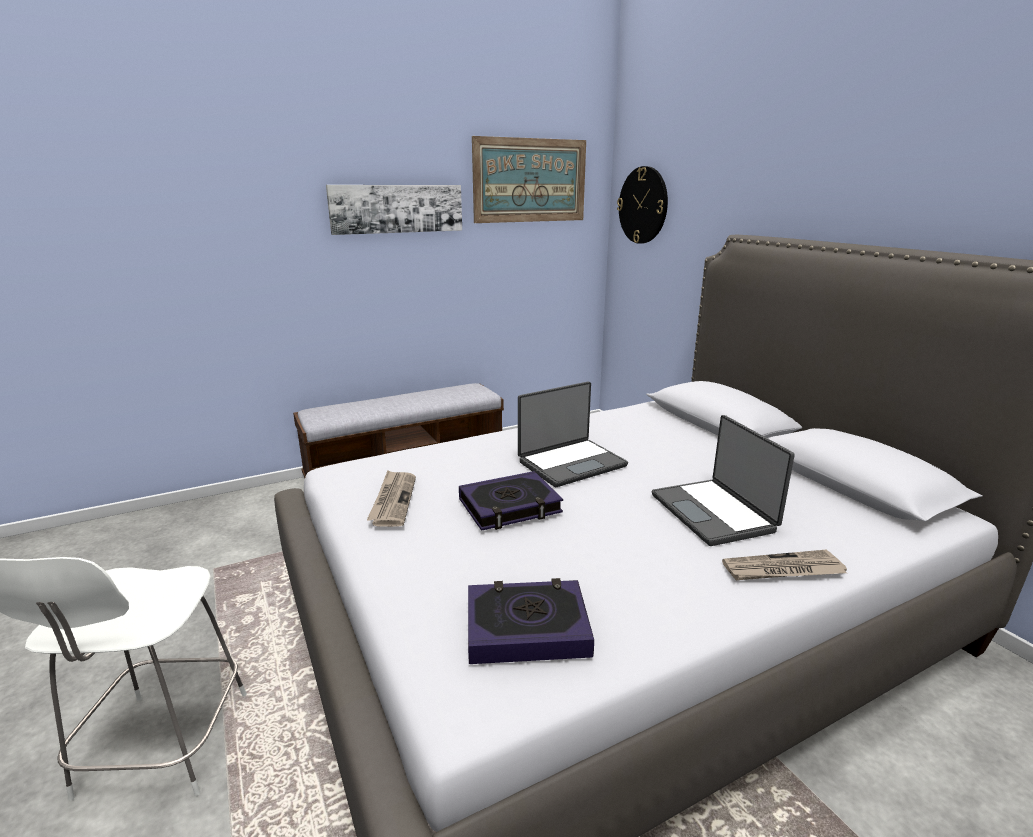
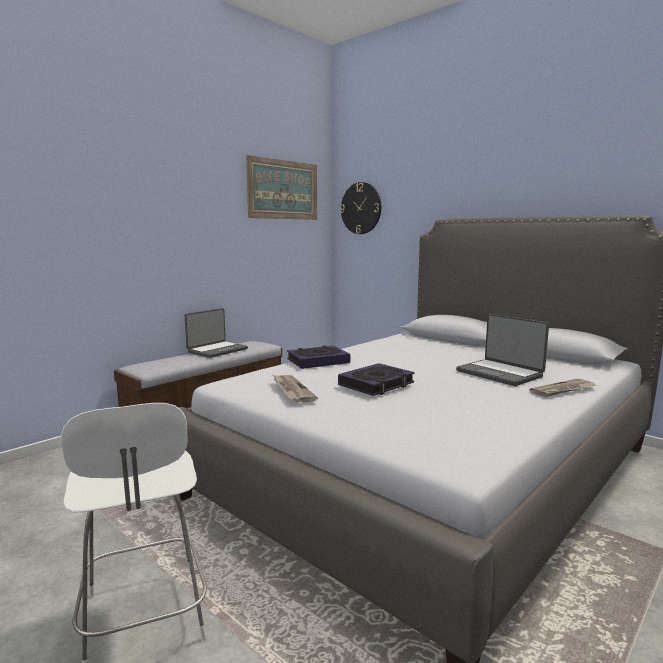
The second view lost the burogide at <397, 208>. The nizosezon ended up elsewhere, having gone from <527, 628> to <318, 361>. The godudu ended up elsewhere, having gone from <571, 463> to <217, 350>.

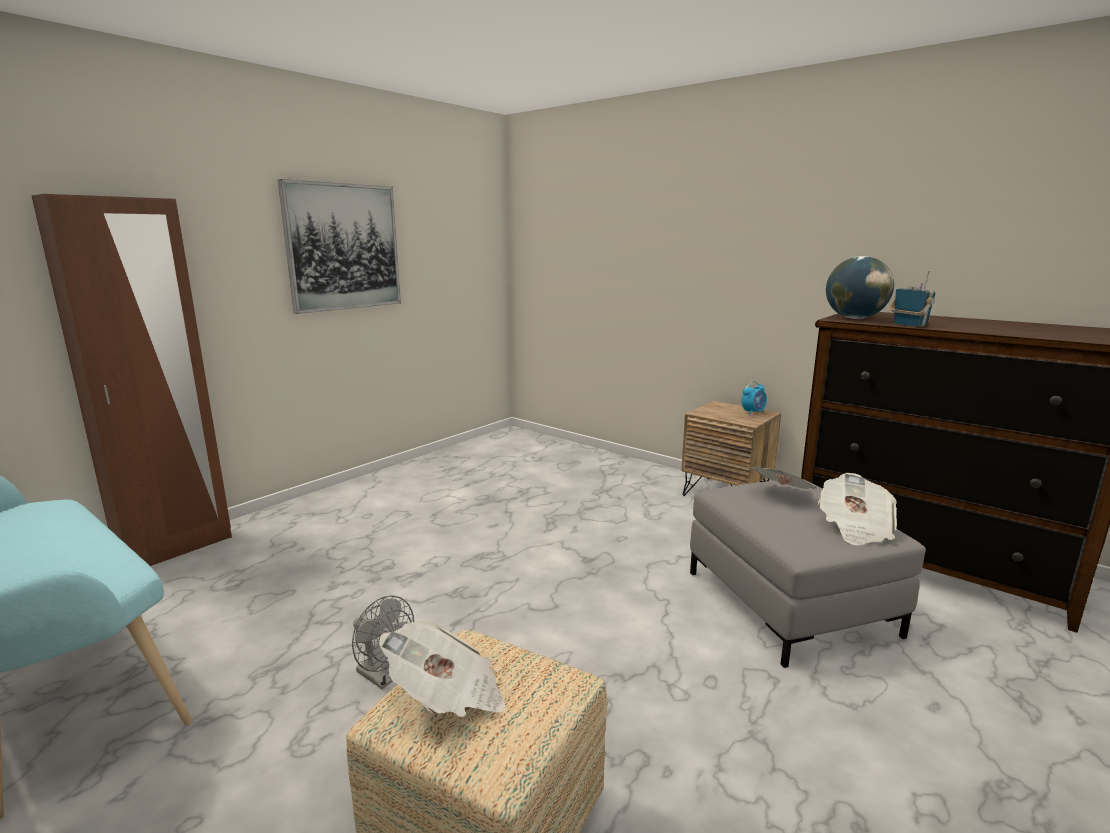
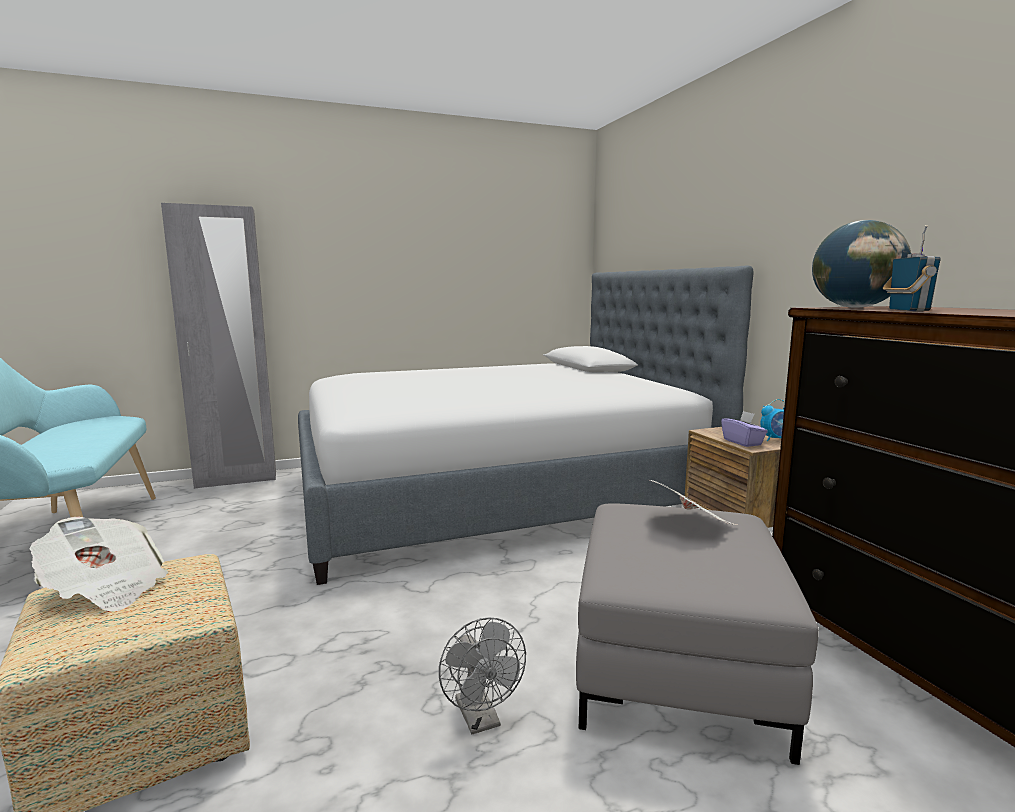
What was the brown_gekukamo at <176, 549> turned into the grey_gekukamo at <236, 480>. The second view lost the burogide at <343, 247>. The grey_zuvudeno ended up elsewhere, having gone from <384, 677> to <481, 719>. The second view lost the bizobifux at <854, 528>. The second view gained the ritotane at <498, 493>. The second view gained the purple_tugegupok at <742, 442>.

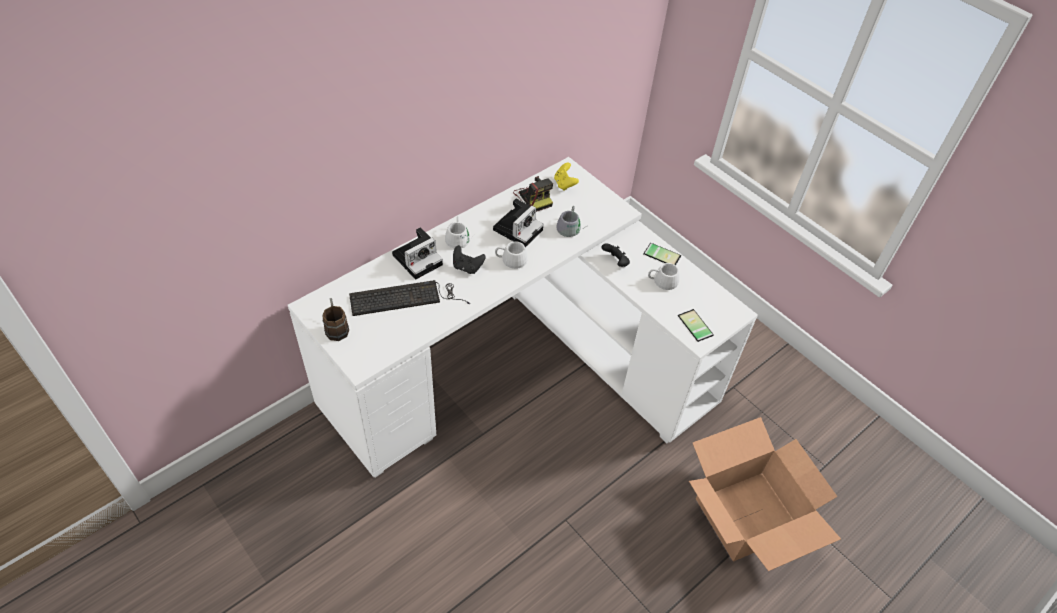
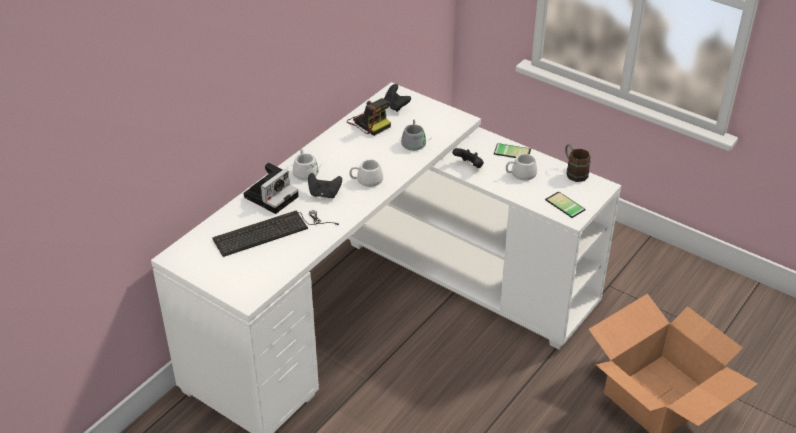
The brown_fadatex ended up elsewhere, having gone from <336, 327> to <574, 172>. The second view lost the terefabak at <518, 228>. What was the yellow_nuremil at <564, 184> turned into the black_nuremil at <396, 106>.

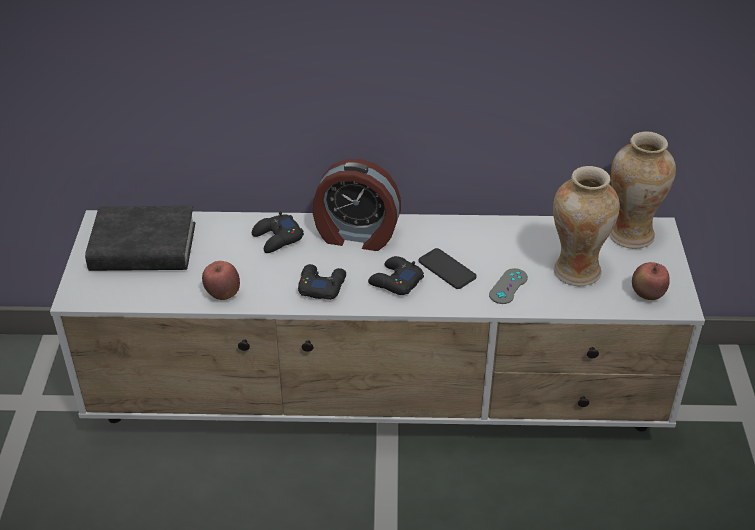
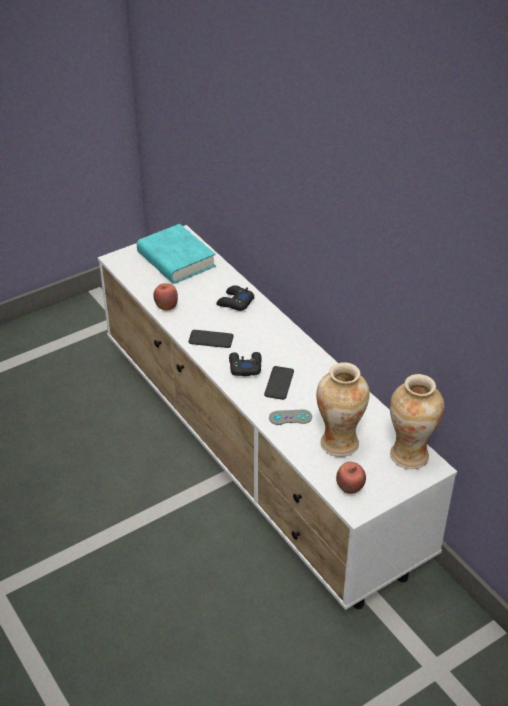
What was the black_nizosezon at <143, 247> turned into the turquoise_nizosezon at <176, 260>. Where the black_nuremil stood at <321, 286>, the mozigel came to stand at <211, 339>. The second view lost the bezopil at <356, 235>.

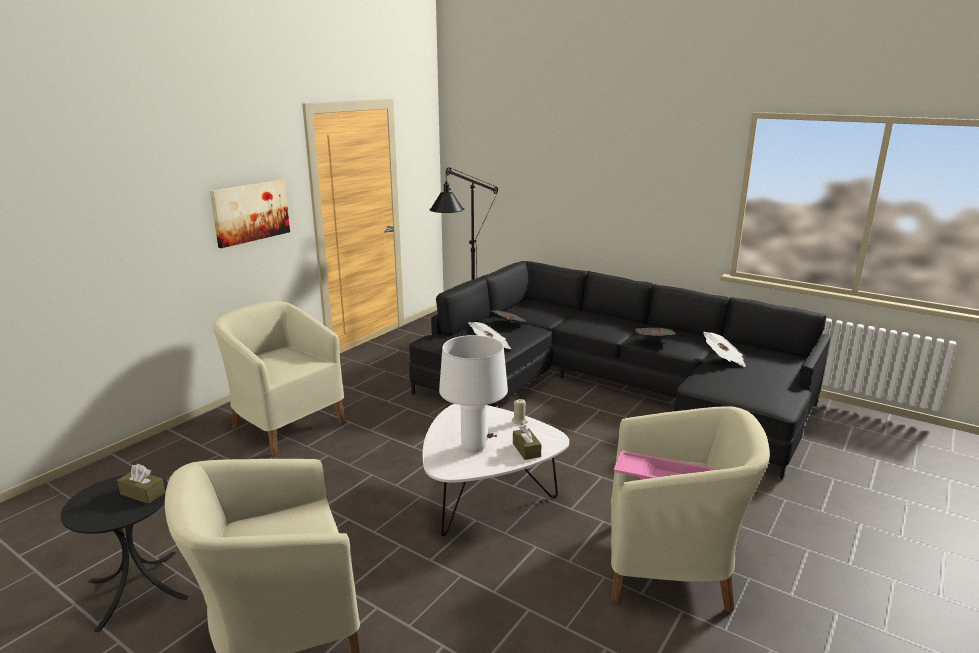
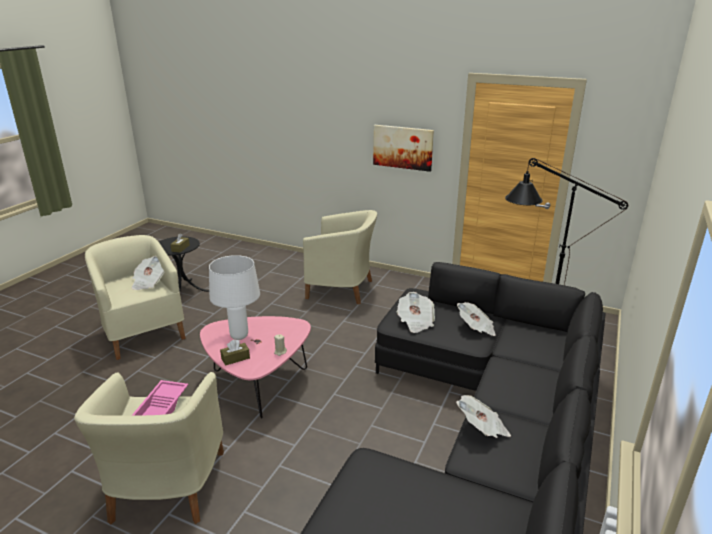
The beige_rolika at <285, 424> ended up facing another way, 75 degrees clockwise from before. What was the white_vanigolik at <486, 498> turned into the pink_vanigolik at <258, 384>. The bizobifux ended up elsewhere, having gone from <723, 360> to <149, 282>.

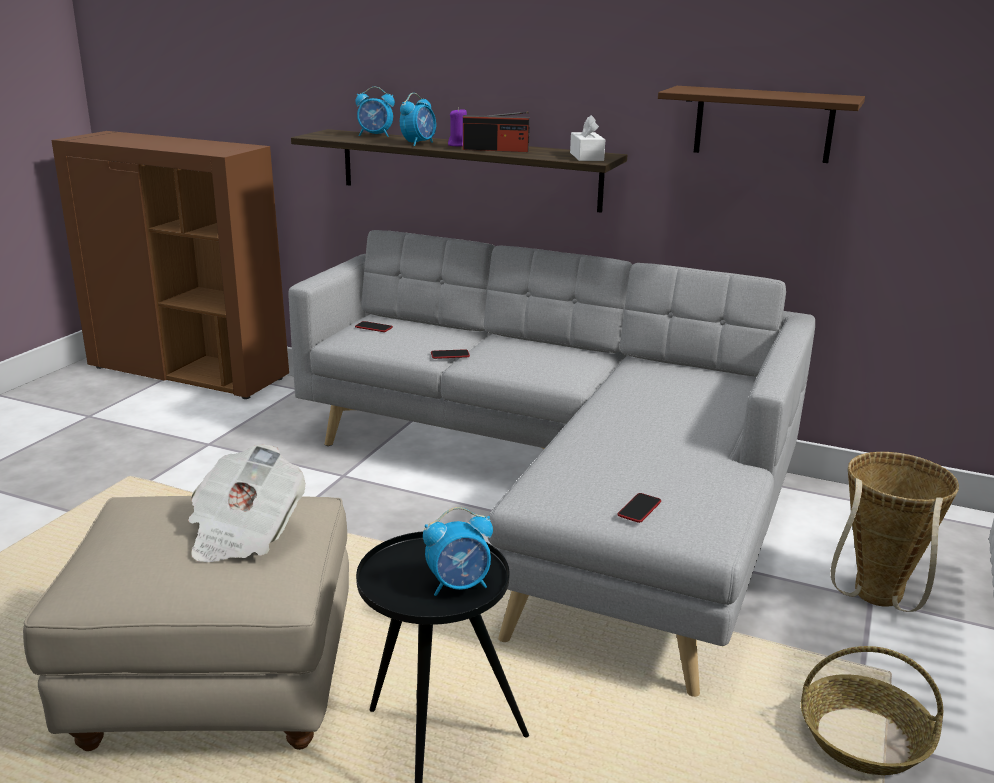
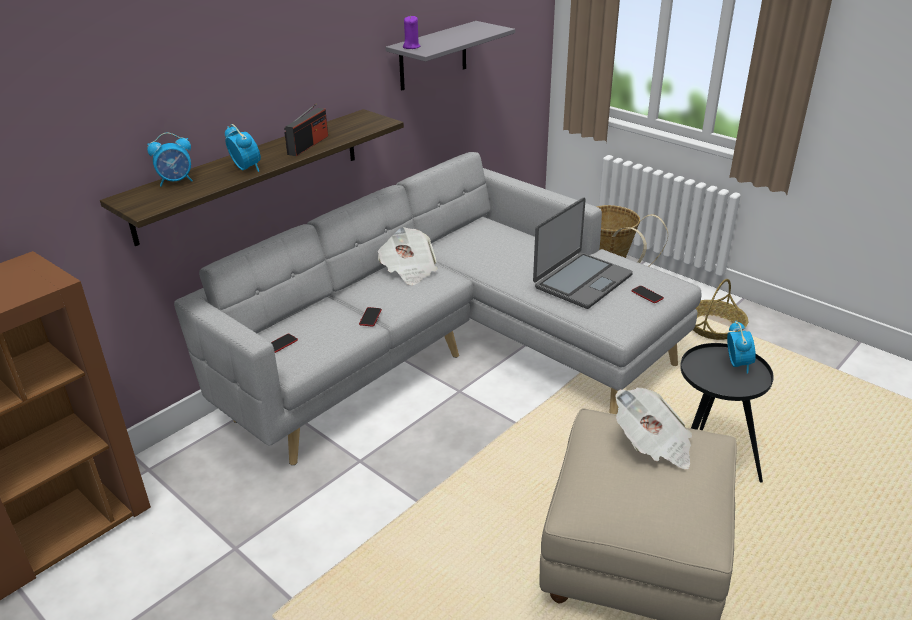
The bezopil at <375, 135> ended up facing another way, 45 degrees clockwise from before. The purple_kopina ended up elsewhere, having gone from <458, 145> to <411, 47>. The second view lost the white_tugegupok at <586, 157>. What was the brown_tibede at <763, 124> turned into the grey_tibede at <433, 56>. The second view gained the bizobifux at <407, 269>. The second view gained the godudu at <581, 281>.

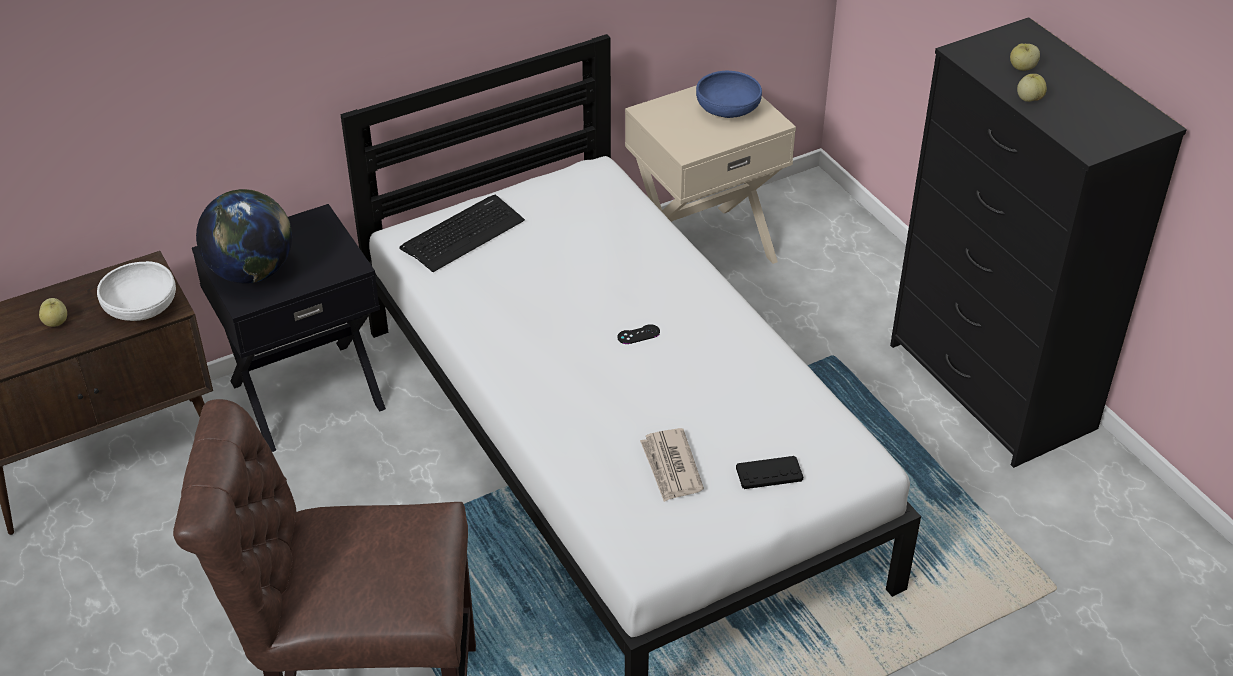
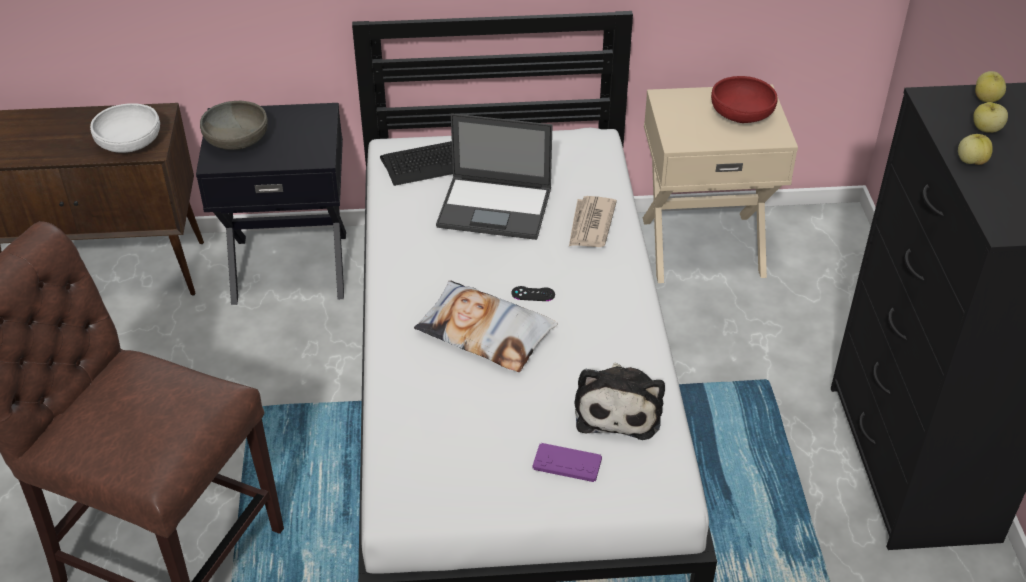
The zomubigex ended up elsewhere, having gone from <56, 322> to <987, 99>. Where the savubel stood at <252, 273>, the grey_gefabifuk came to stand at <237, 141>. The bizobifux ended up elsewhere, having gone from <671, 467> to <590, 225>. What was the blue_gefabifuk at <727, 110> turned into the red_gefabifuk at <741, 115>. What was the black_nuremil at <769, 473> turned into the purple_nuremil at <567, 463>. The second view gained the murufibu at <485, 333>. The second view gained the godudu at <496, 208>. The second view gained the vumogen at <618, 408>.

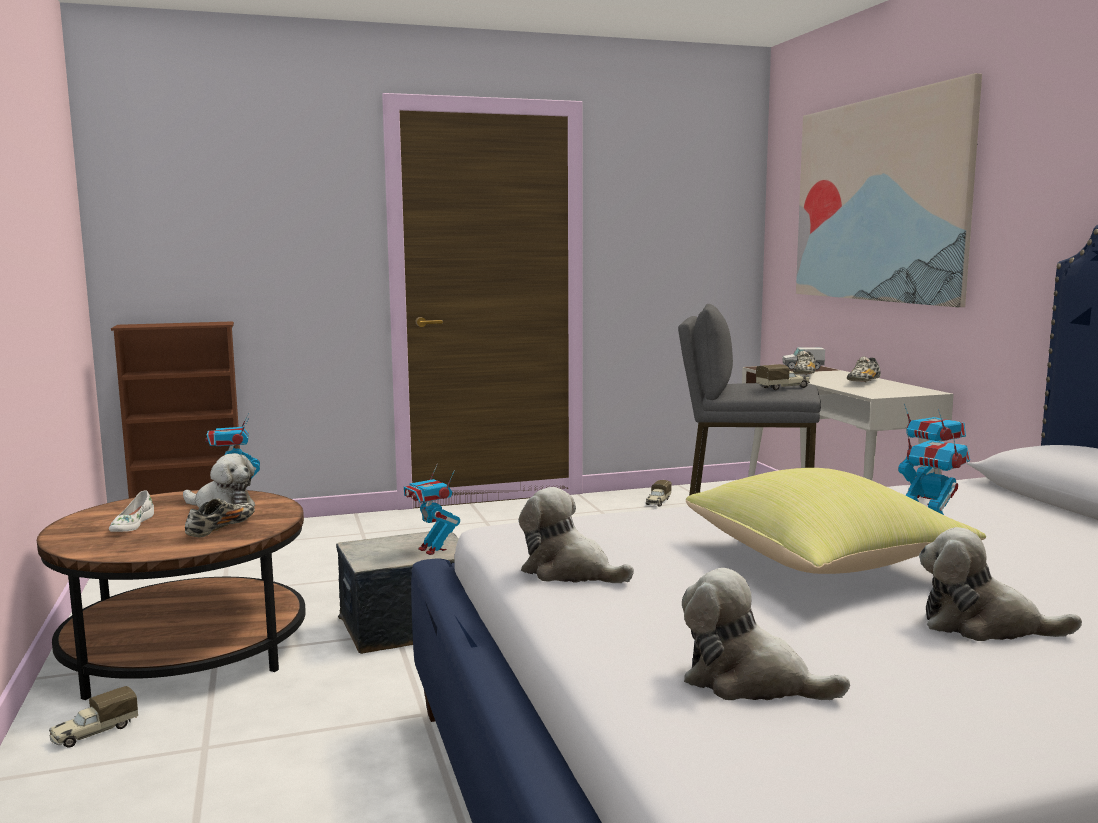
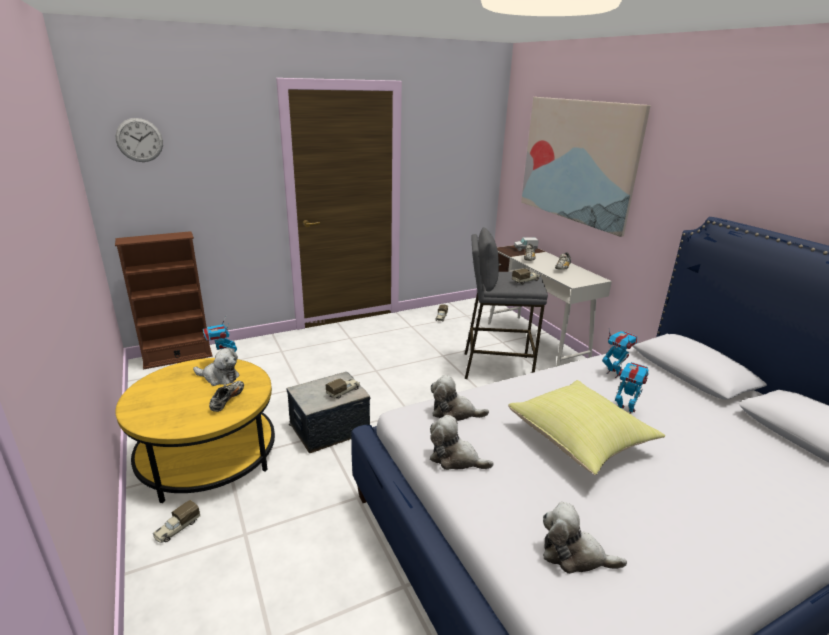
What was the brown_vanigolik at <186, 648> turned into the yellow_vanigolik at <208, 455>. The second view lost the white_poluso at <131, 525>. Where the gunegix stood at <432, 550>, the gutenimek came to stand at <343, 392>. The vumogen ended up elsewhere, having gone from <983, 626> to <454, 412>. The second view gained the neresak at <139, 140>.

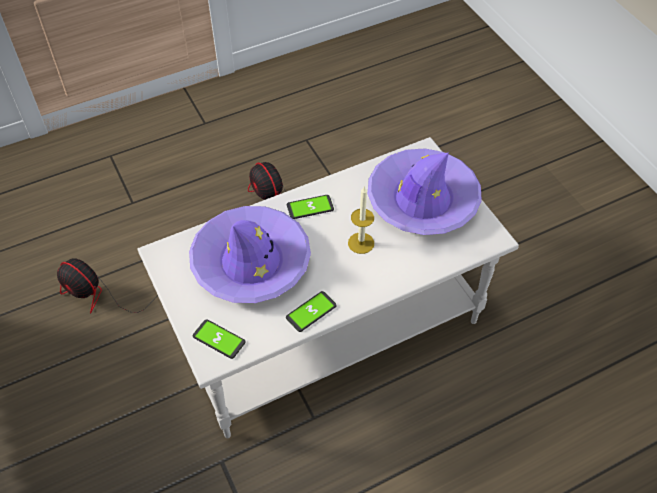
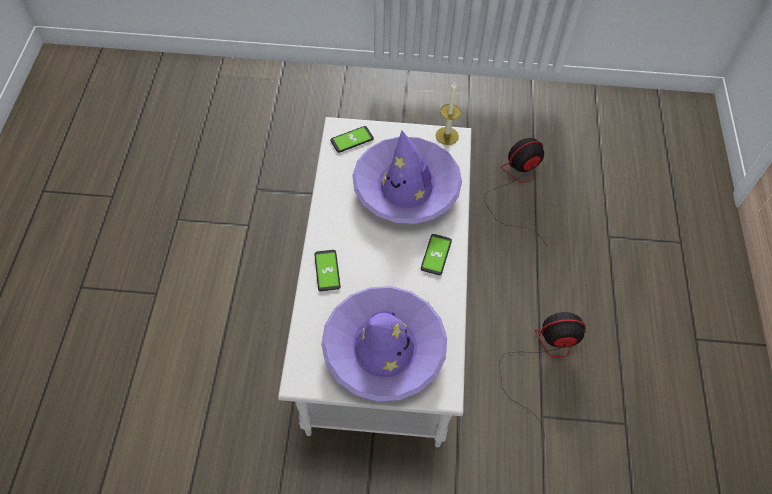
The mozigel ended up elsewhere, having gone from <311, 312> to <327, 270>. The kopina ended up elsewhere, having gone from <361, 243> to <447, 136>.

